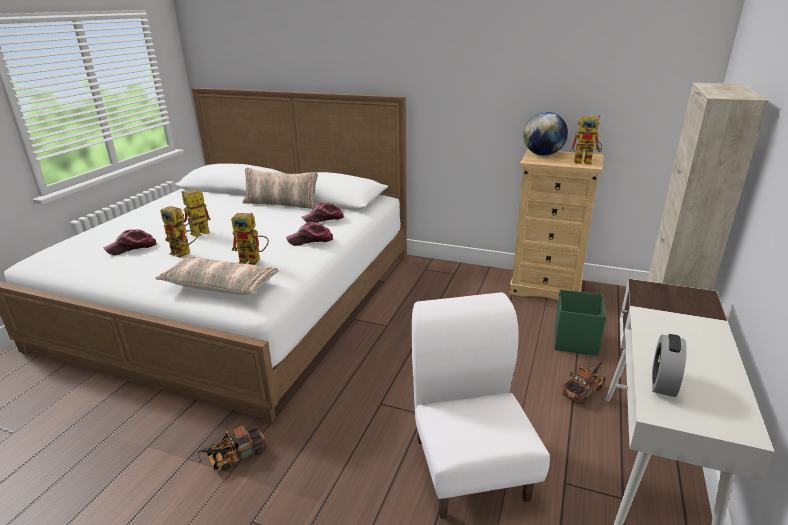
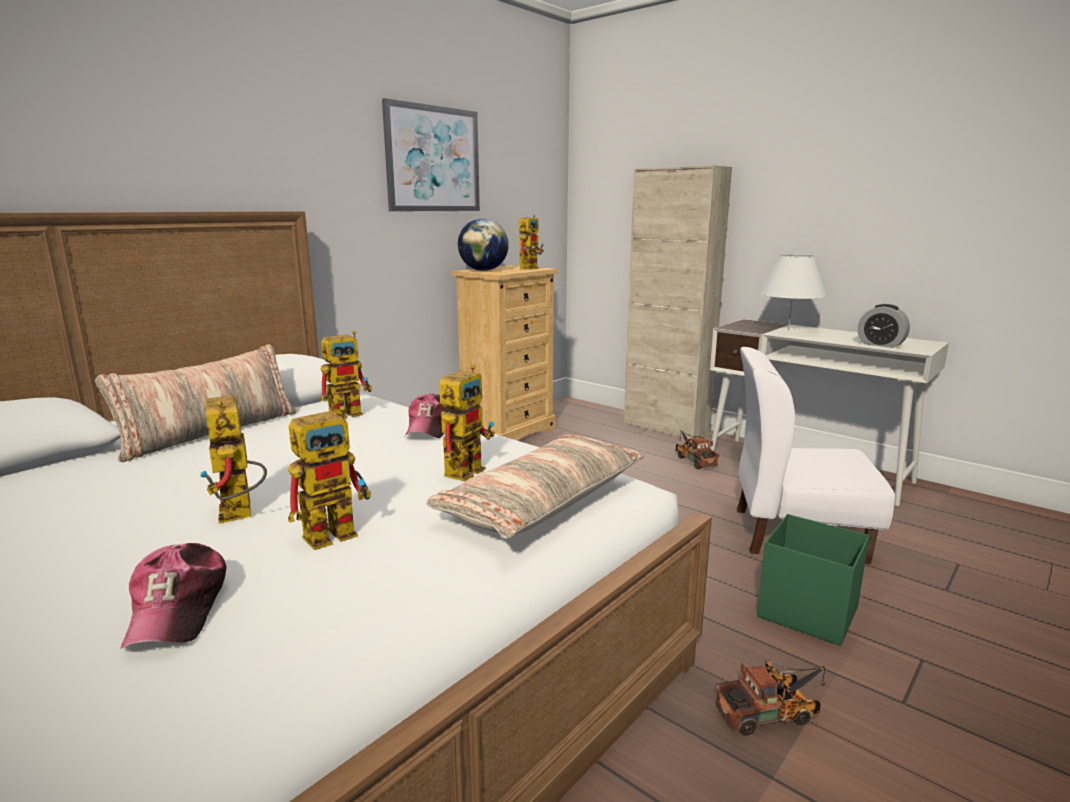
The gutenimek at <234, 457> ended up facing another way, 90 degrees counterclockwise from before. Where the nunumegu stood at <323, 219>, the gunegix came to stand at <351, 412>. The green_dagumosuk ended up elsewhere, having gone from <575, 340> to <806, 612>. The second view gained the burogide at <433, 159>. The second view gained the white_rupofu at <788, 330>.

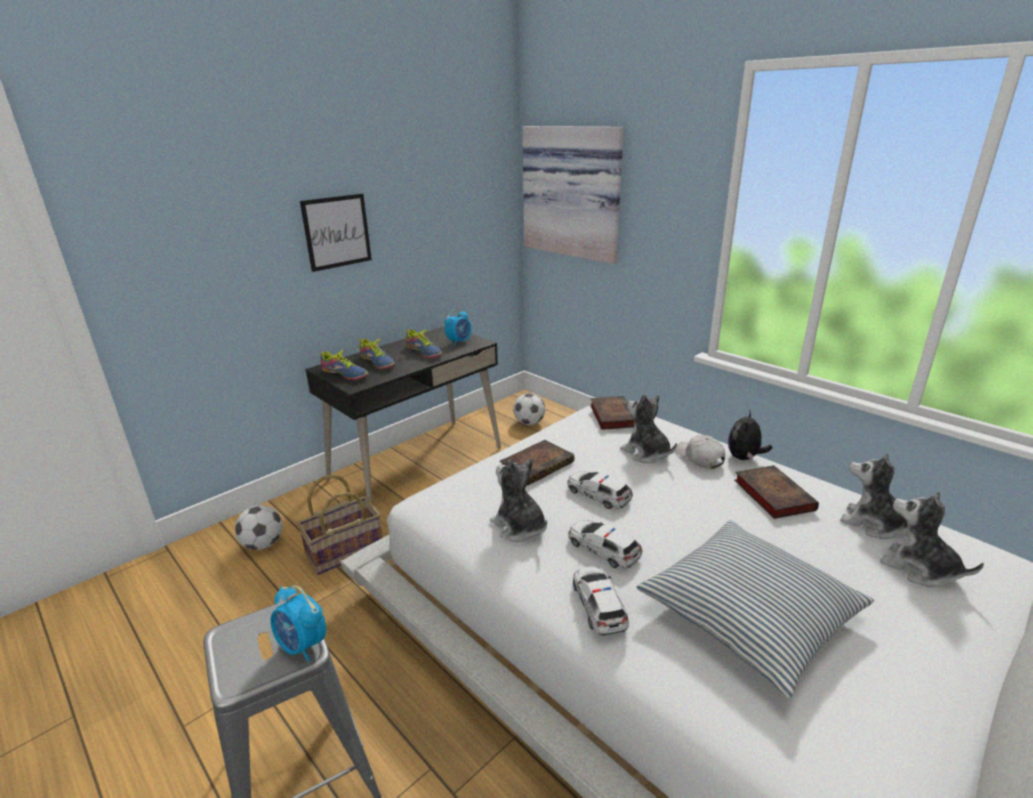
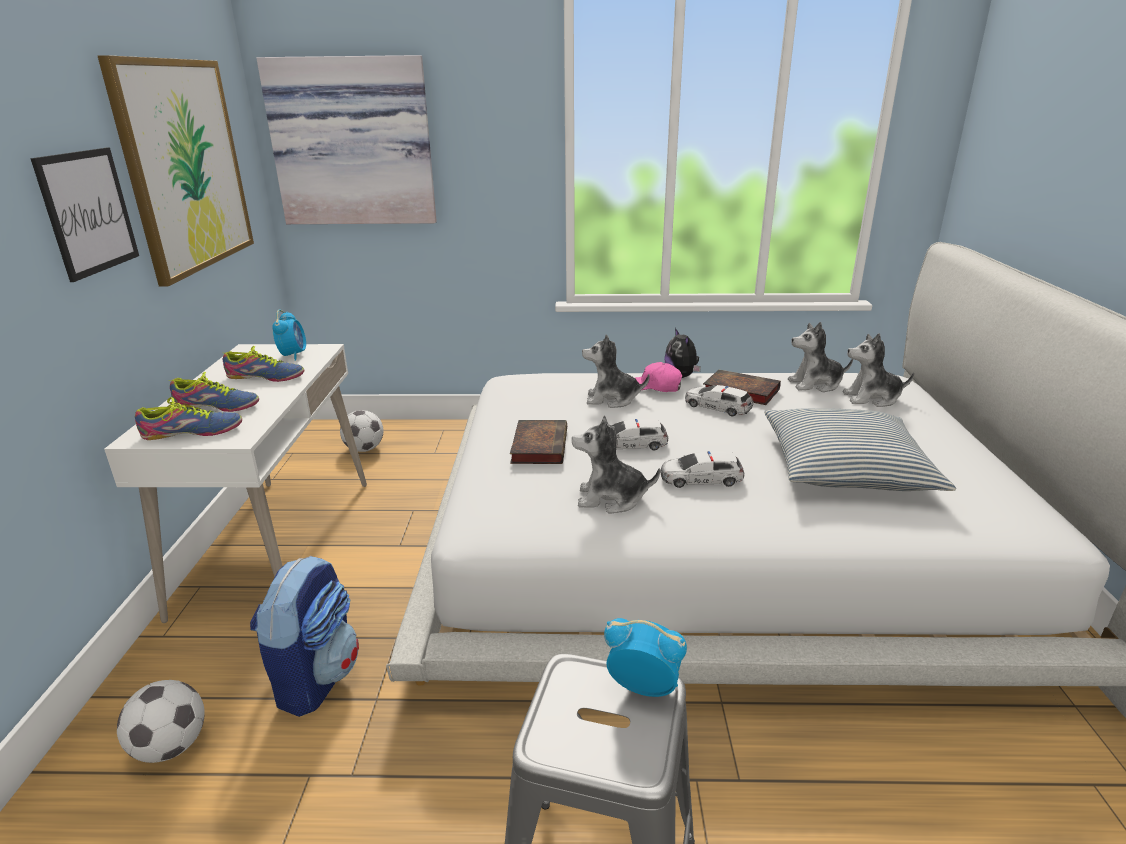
The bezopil at <303, 646> ended up facing another way, 150 degrees counterclockwise from before. Where the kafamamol stood at <345, 550>, the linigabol came to stand at <316, 677>. What was the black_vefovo at <417, 463> turned into the white_vefovo at <278, 544>. The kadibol ended up elsewhere, having gone from <598, 605> to <717, 406>. The second view lost the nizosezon at <612, 415>. What was the white_nunumegu at <699, 458> turned into the pink_nunumegu at <655, 387>. The second view gained the burogide at <185, 166>.

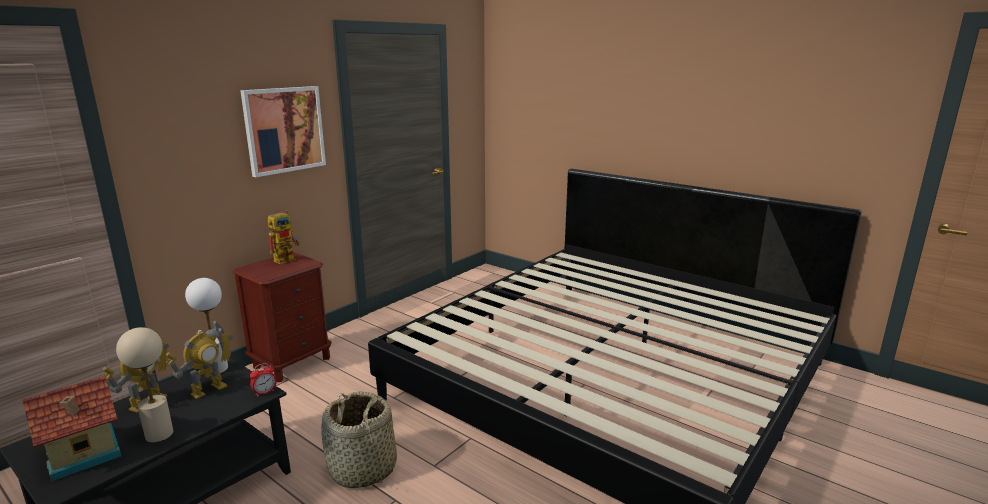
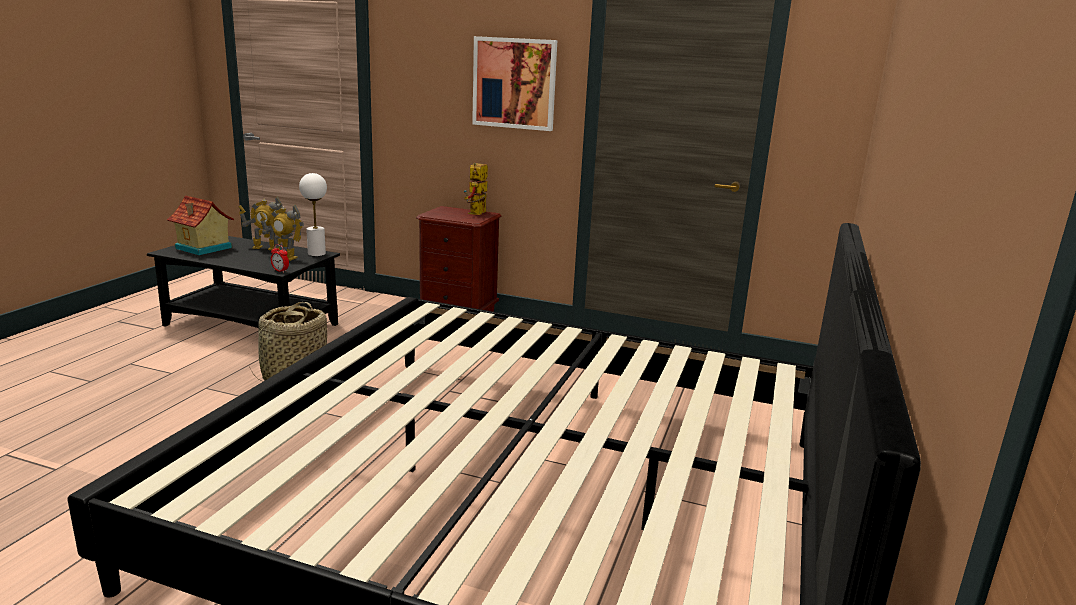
The second view lost the beige_rupofu at <159, 434>. The gunegix at <287, 259> ended up facing another way, 90 degrees clockwise from before.

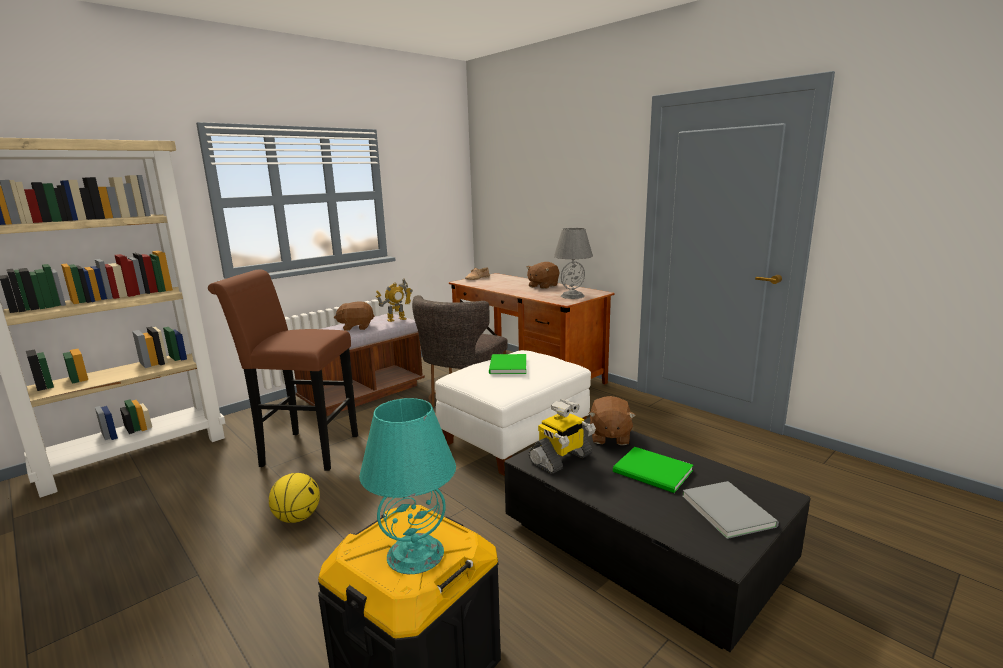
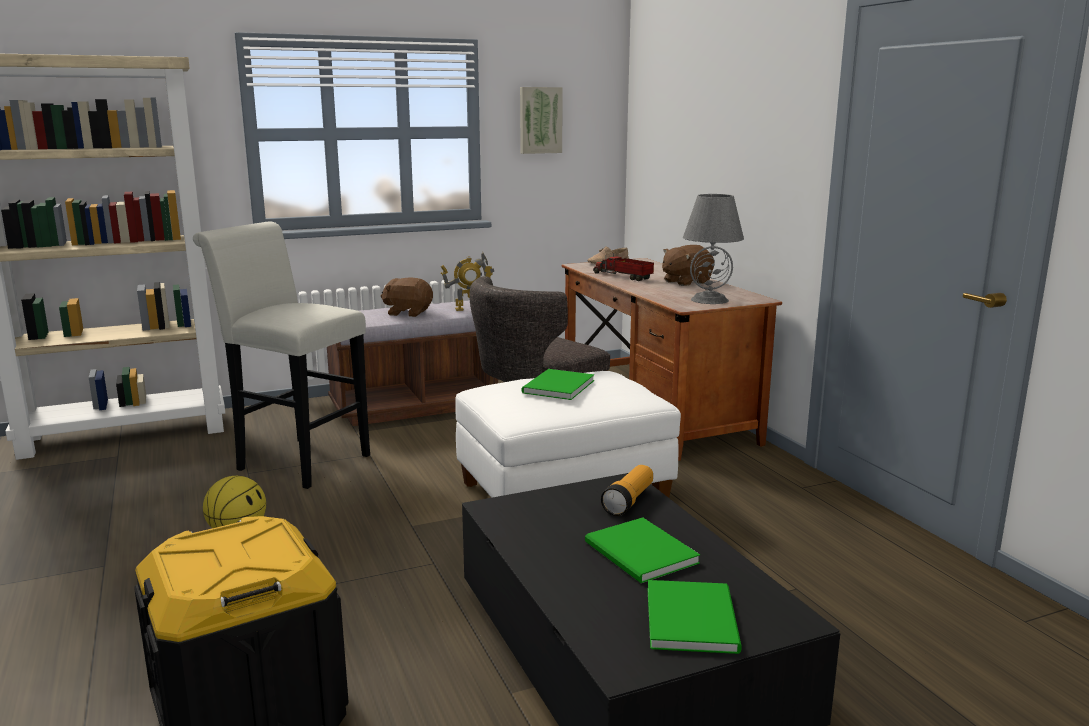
What was the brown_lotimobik at <303, 450> turned into the white_lotimobik at <297, 461>. The second view lost the turquoise_rupofu at <415, 553>. The second view lost the gunegix at <561, 459>. Where the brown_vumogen stood at <609, 437>, the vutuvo came to stand at <629, 501>. What was the grey_nizosezon at <727, 509> turned into the green_nizosezon at <694, 617>. The second view gained the burogide at <540, 120>. The second view gained the gutenimek at <623, 276>.

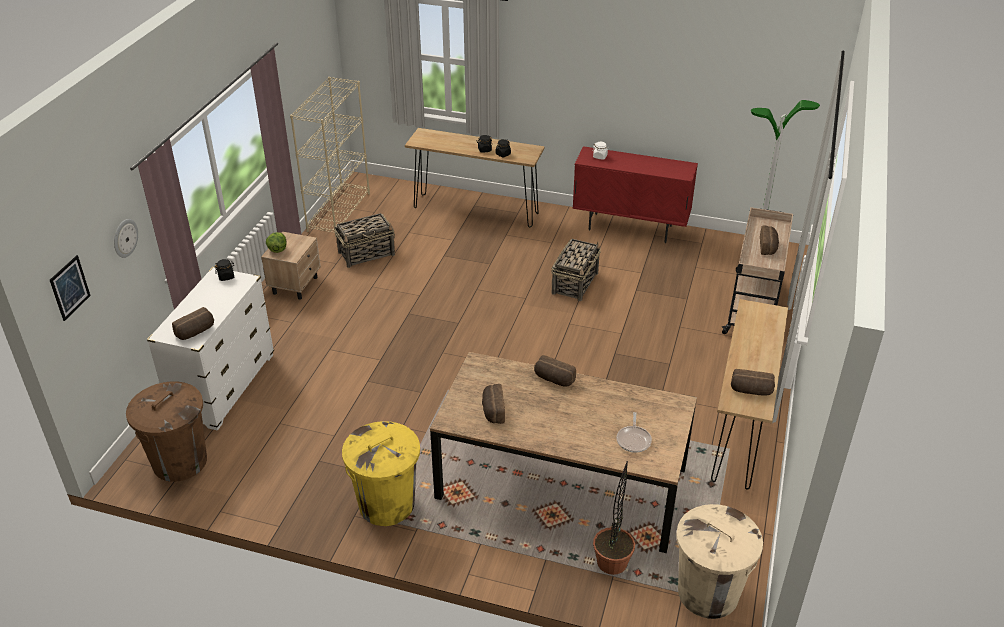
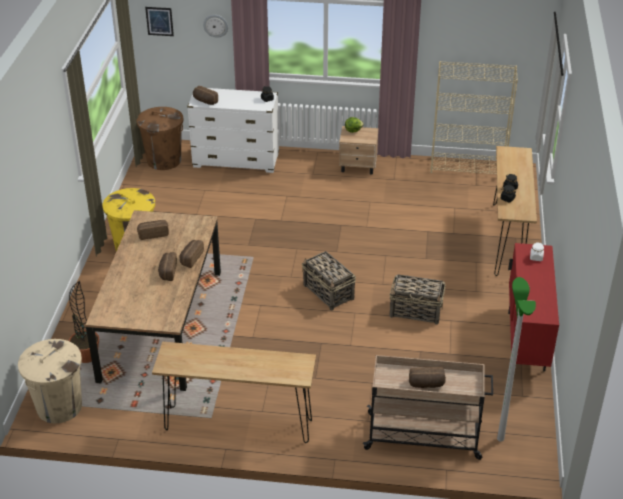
The kafamamol ended up elsewhere, having gone from <367, 253> to <328, 292>. The second view lost the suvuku at <634, 440>. The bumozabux ended up elsewhere, having gone from <751, 391> to <167, 271>.

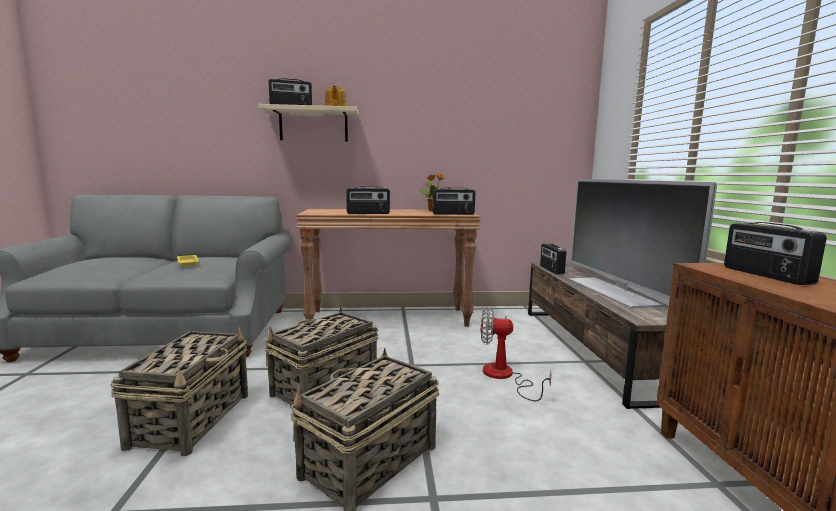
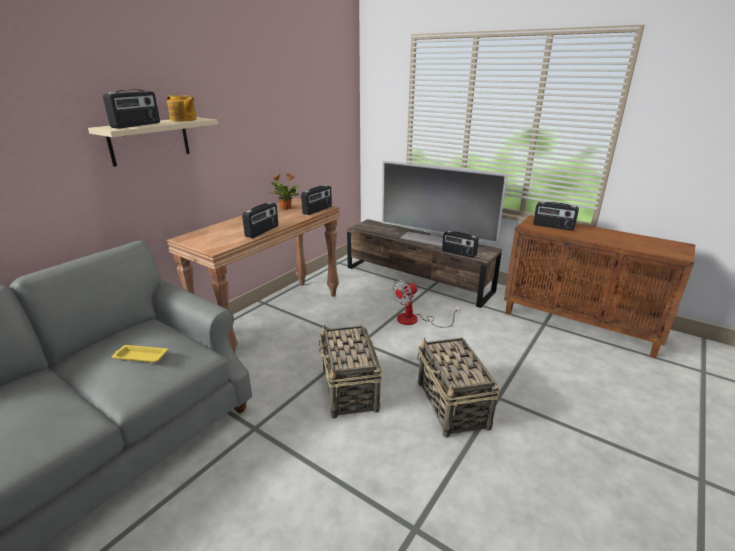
The second view lost the kafamamol at <192, 419>. The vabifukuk ended up elsewhere, having gone from <551, 270> to <458, 253>.

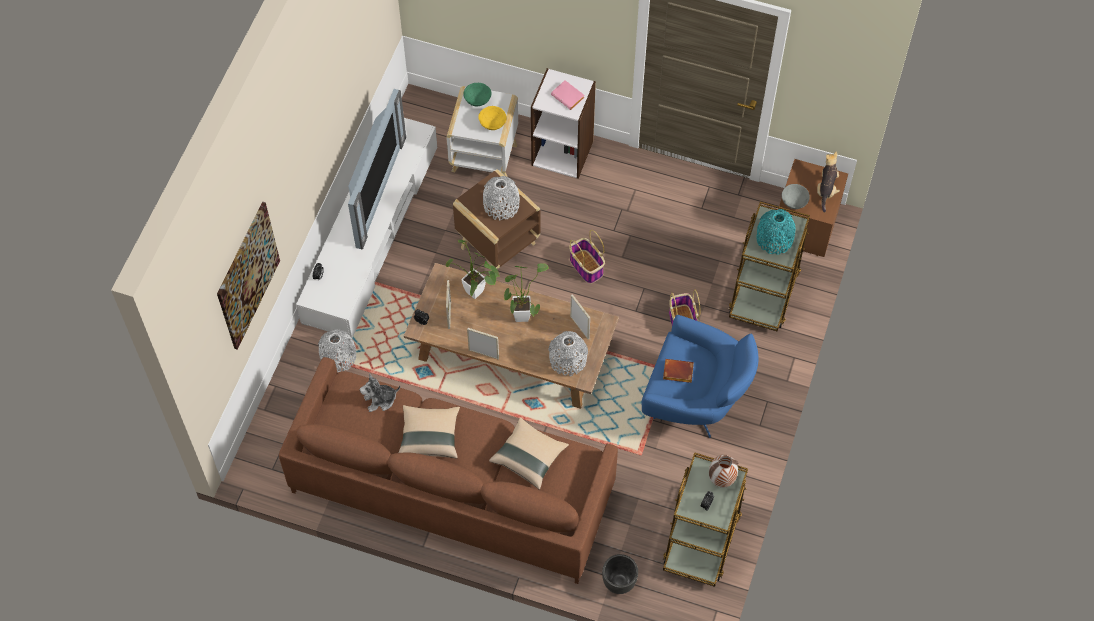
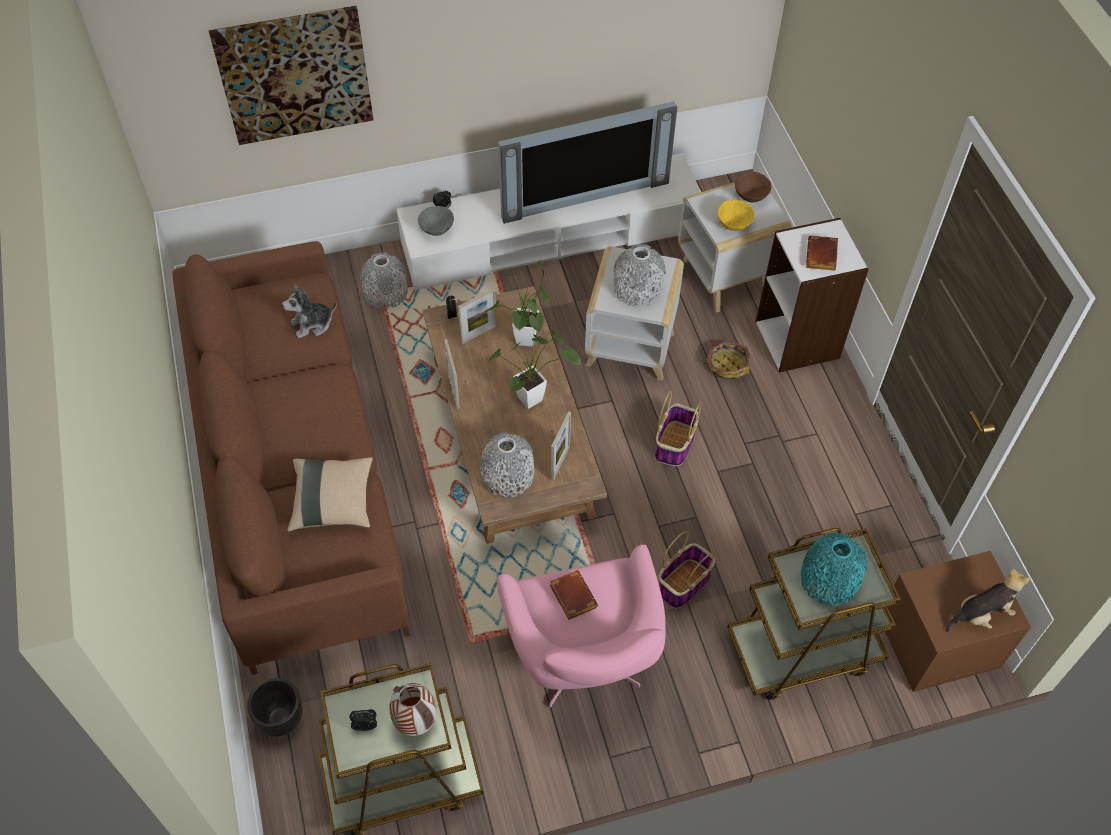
The vumogen at <380, 400> ended up facing another way, 60 degrees counterclockwise from before. The second view lost the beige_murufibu at <430, 437>. What was the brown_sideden at <499, 244> turned into the white_sideden at <631, 349>. What was the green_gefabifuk at <478, 100> turned into the brown_gefabifuk at <751, 196>. What was the pink_nizosezon at <569, 97> turned into the brown_nizosezon at <822, 257>. What was the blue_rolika at <695, 403> turned into the pink_rolika at <585, 662>. The grey_gefabifuk ended up elsewhere, having gone from <793, 202> to <436, 229>. The second view gained the kafamamol at <727, 365>.

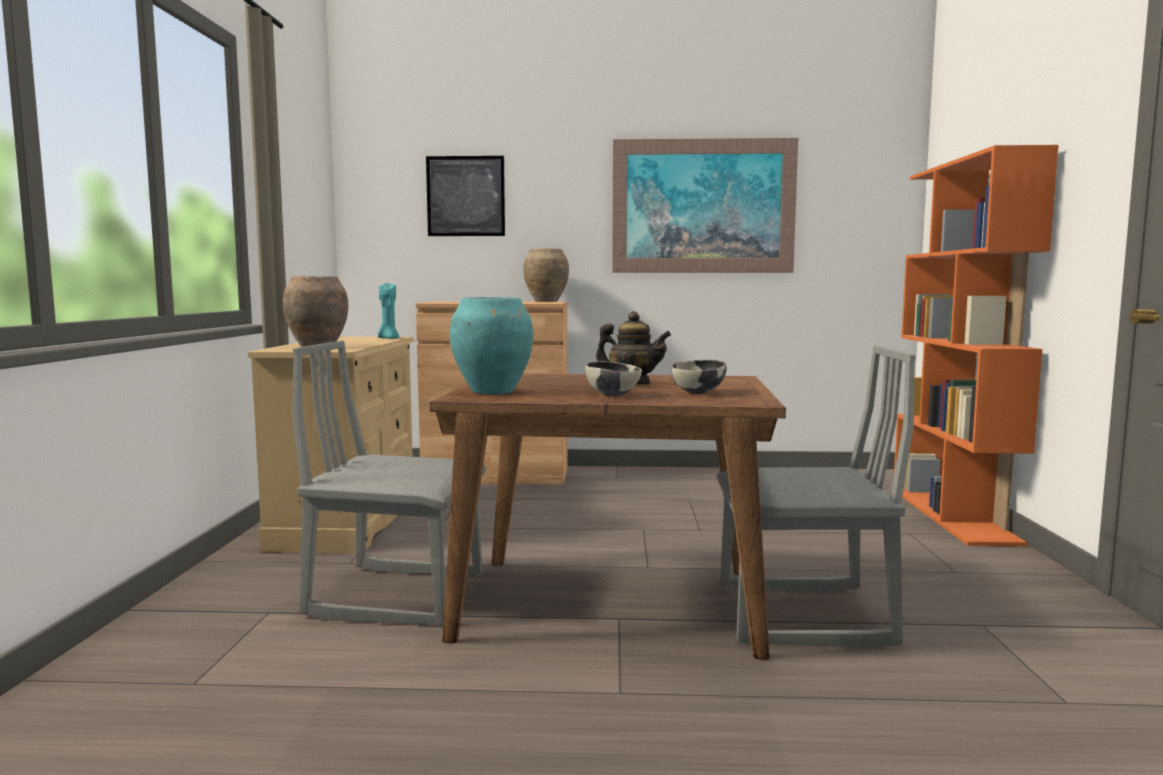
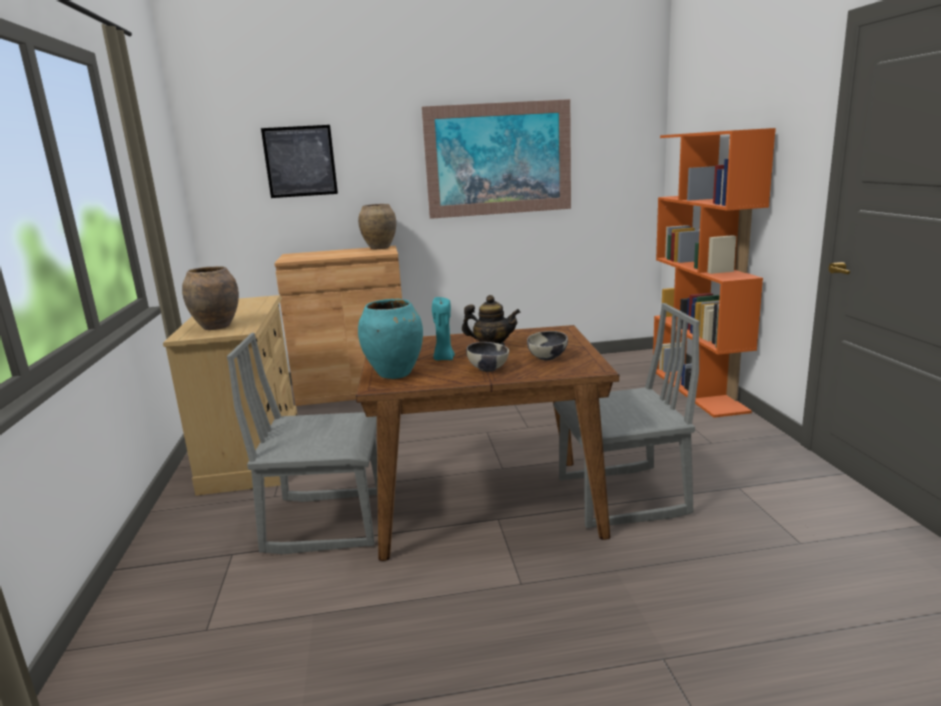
The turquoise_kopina ended up elsewhere, having gone from <388, 338> to <444, 358>.

